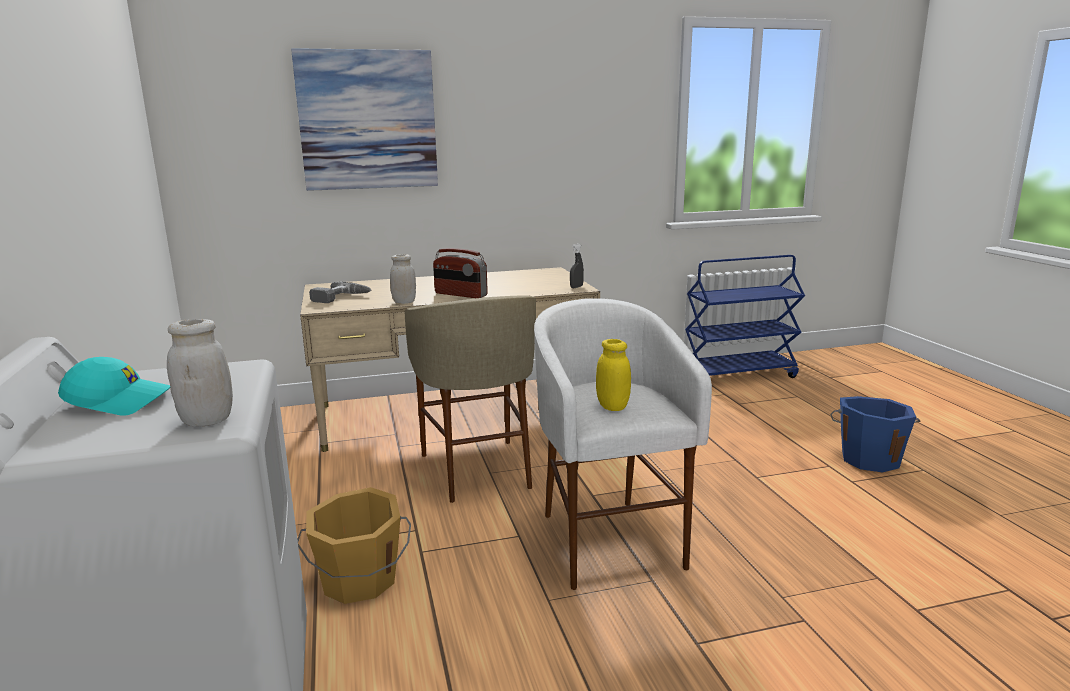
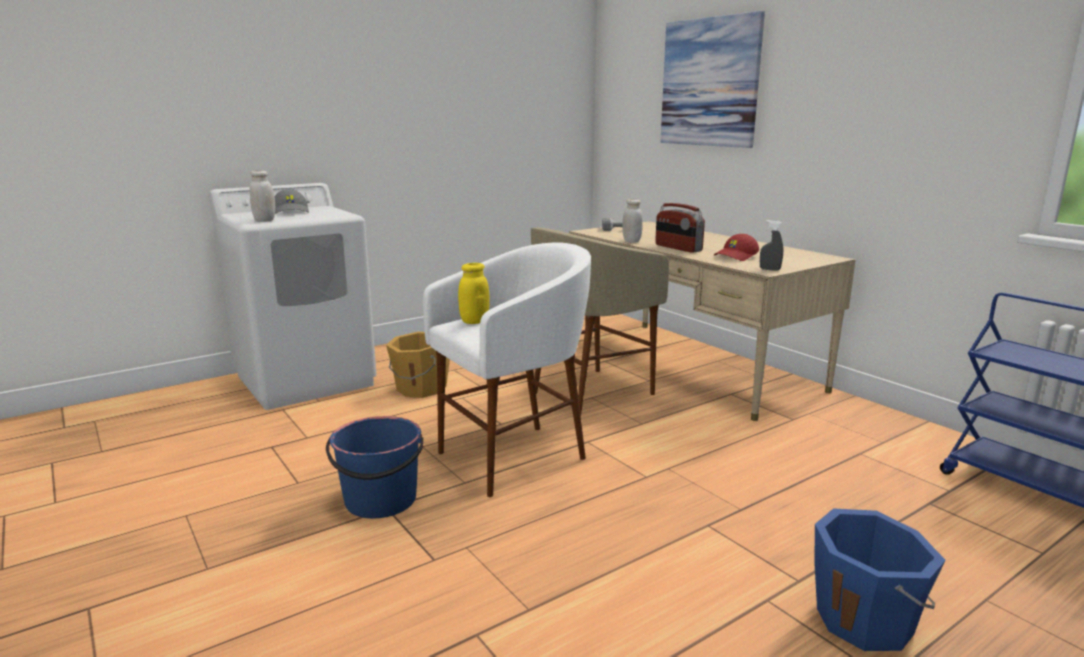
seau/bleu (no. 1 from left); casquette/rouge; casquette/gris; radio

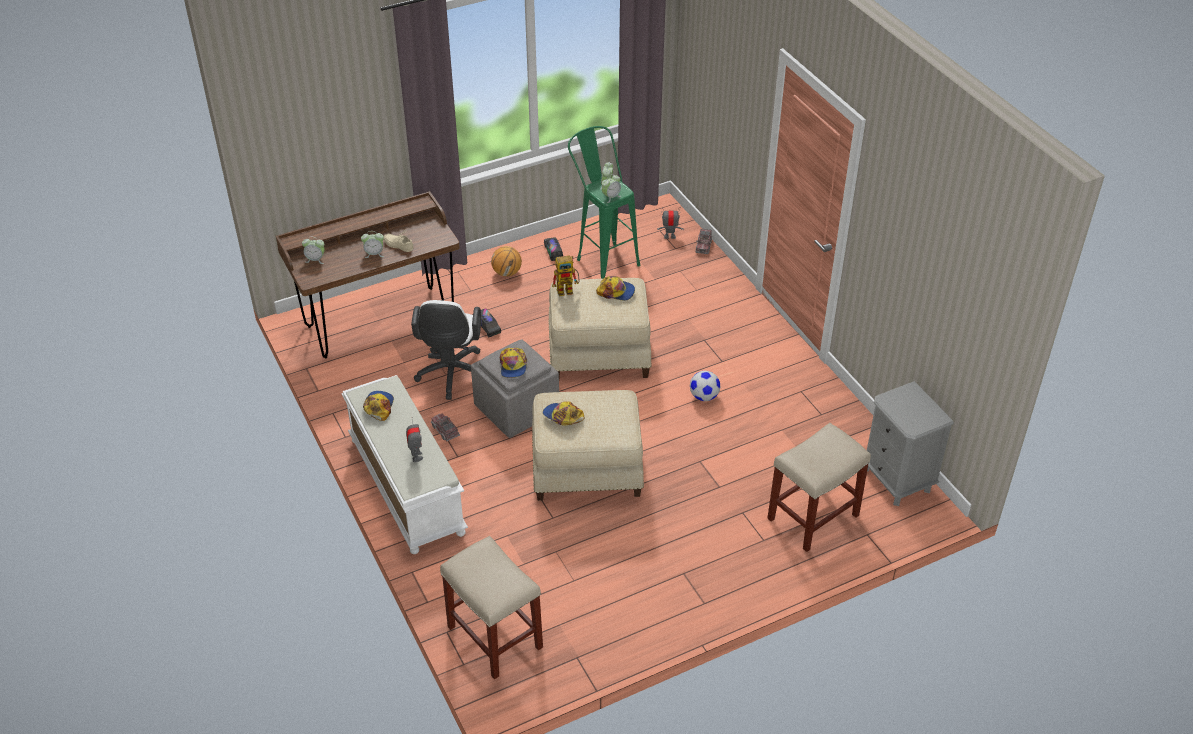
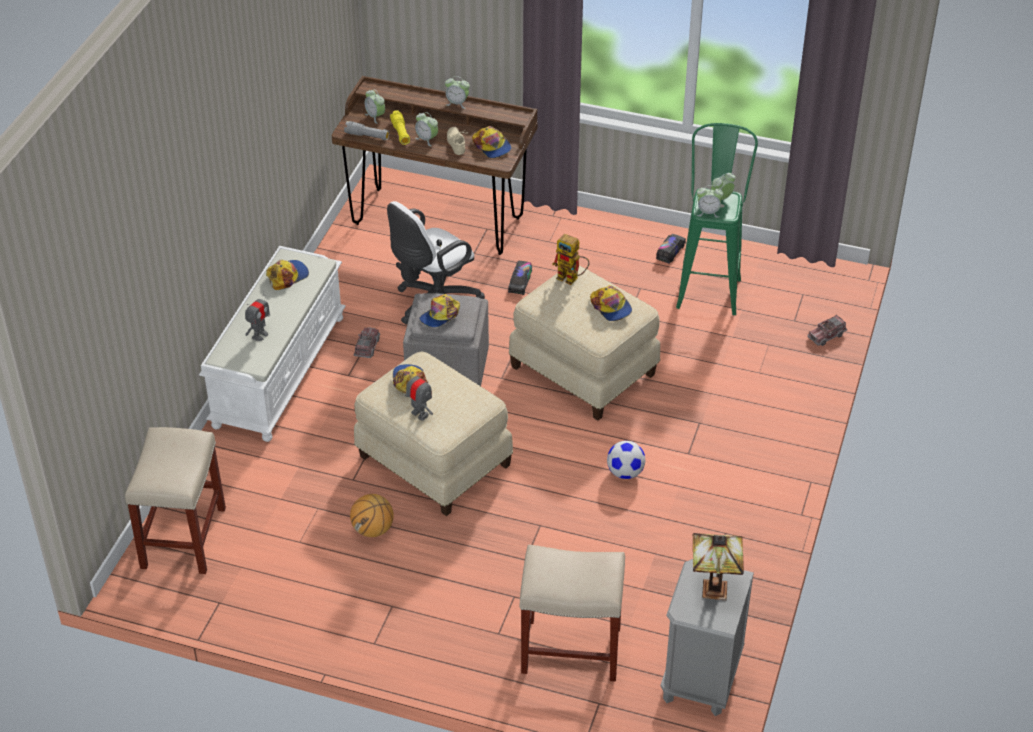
lampe de poche/gris; lampe de poche/jaune; réveil (no. 3 from left); casquette (no. 4 from left); lampe de table; ballon de basket; robot jouet (no. 2 from left)

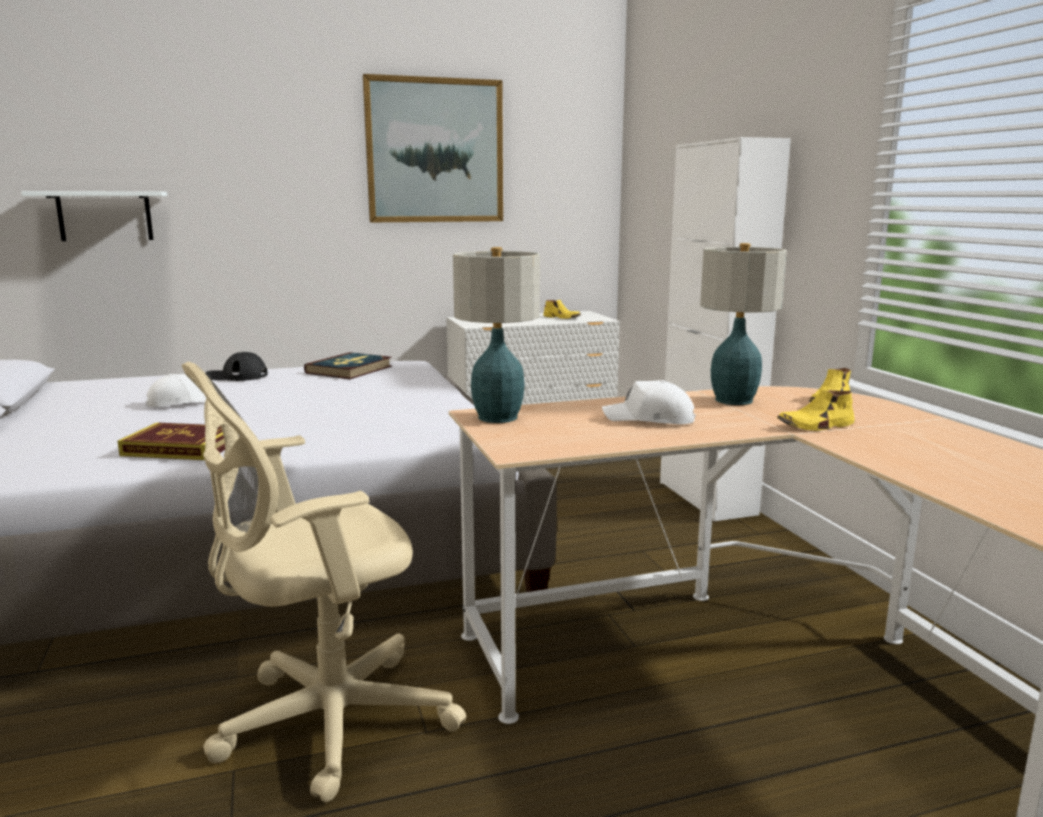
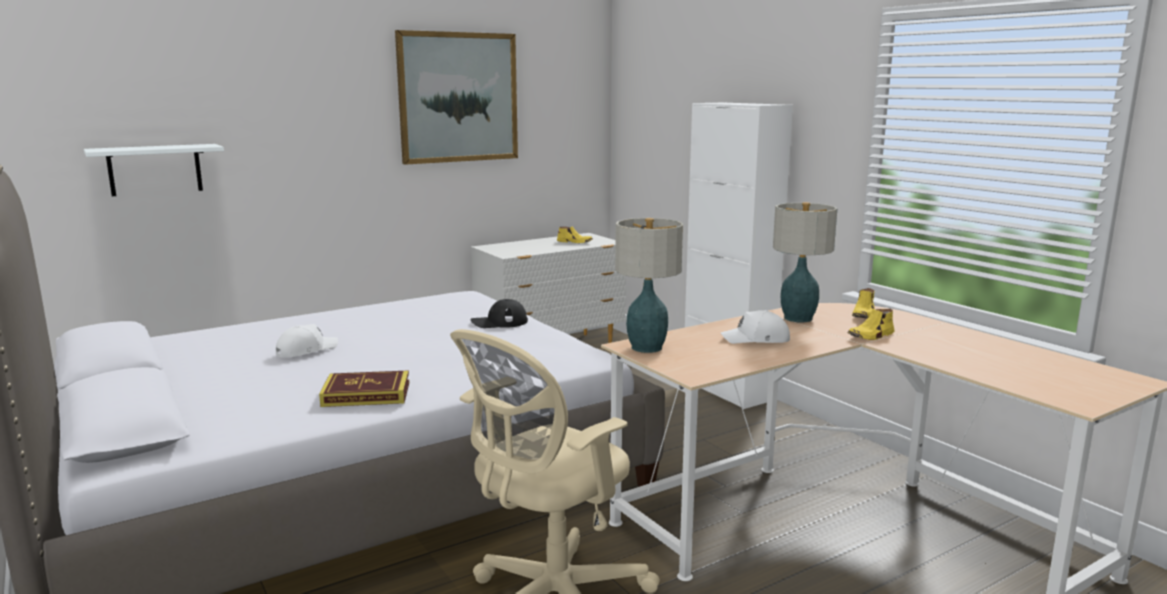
livre (no. 2 from left in the first image); casquette/noir

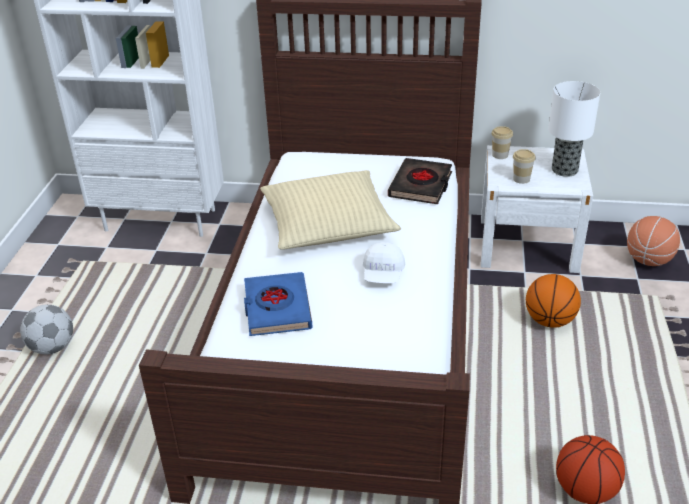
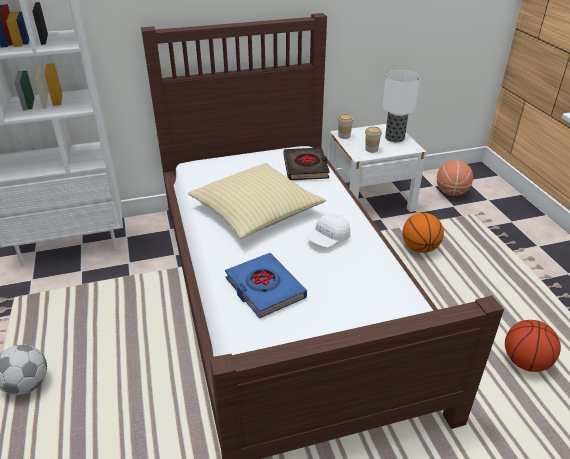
casquette/blanc

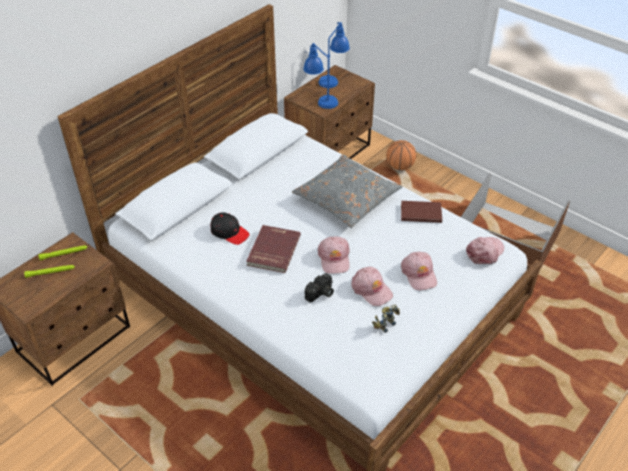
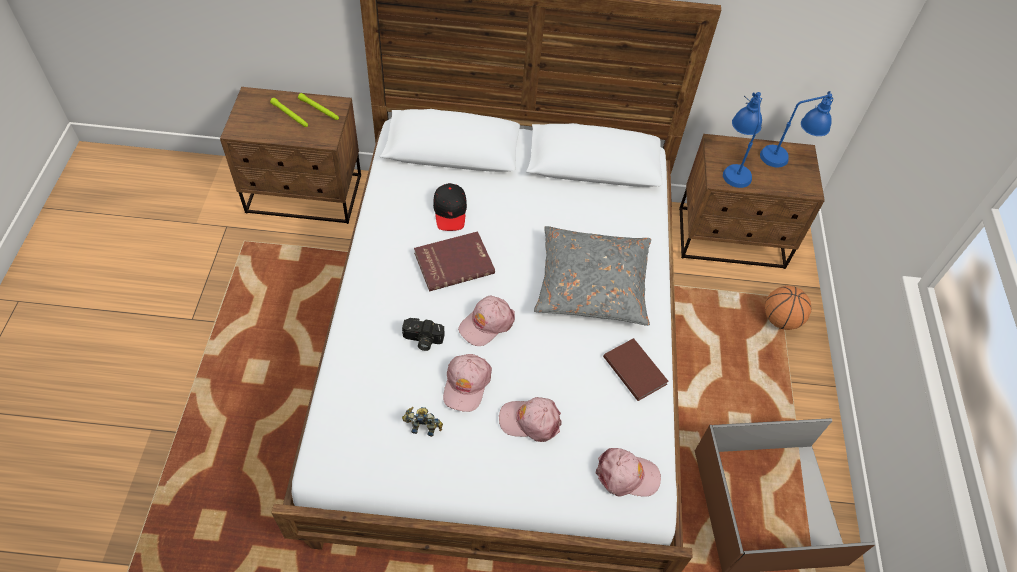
casquette/rose (no. 3 from left)

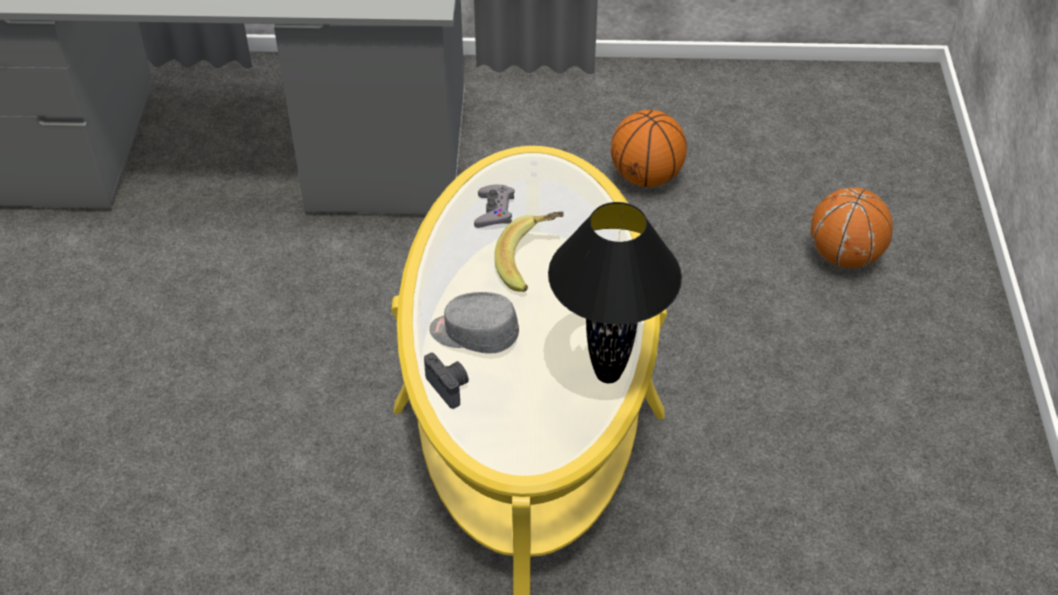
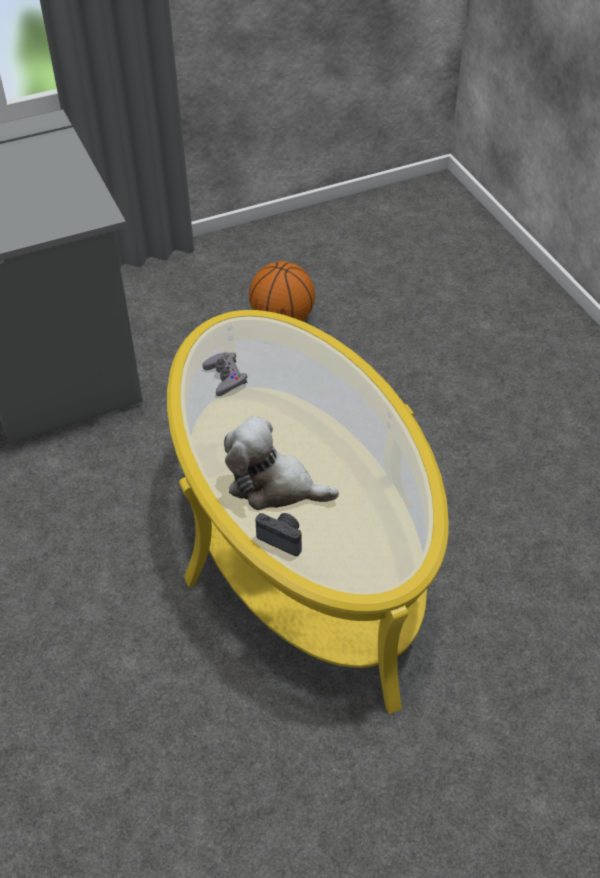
banane; lampe de table/noir; ballon de basket (no. 2 from left in the first image); peluche

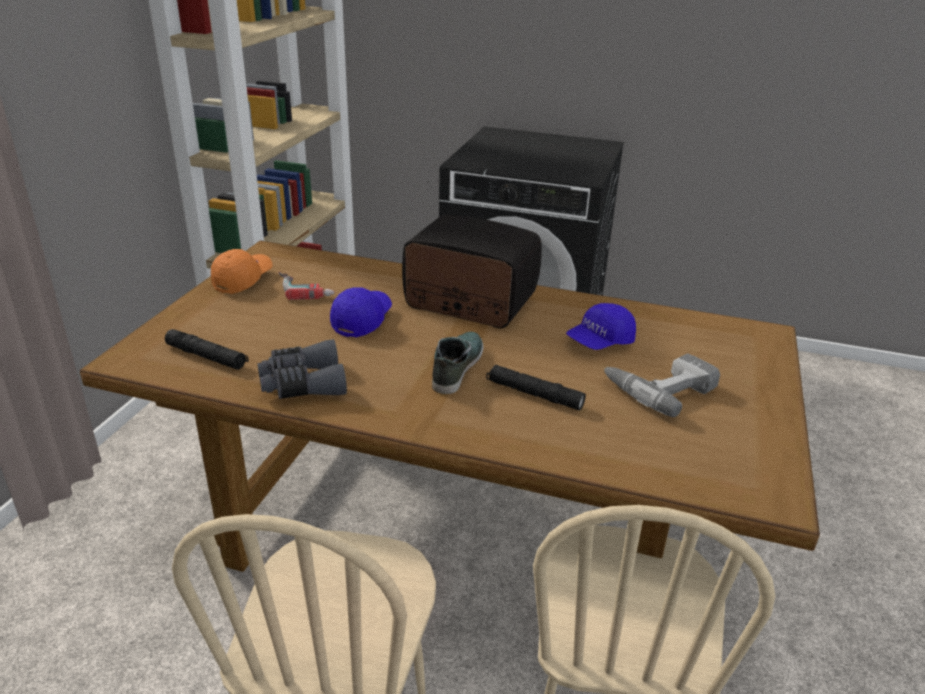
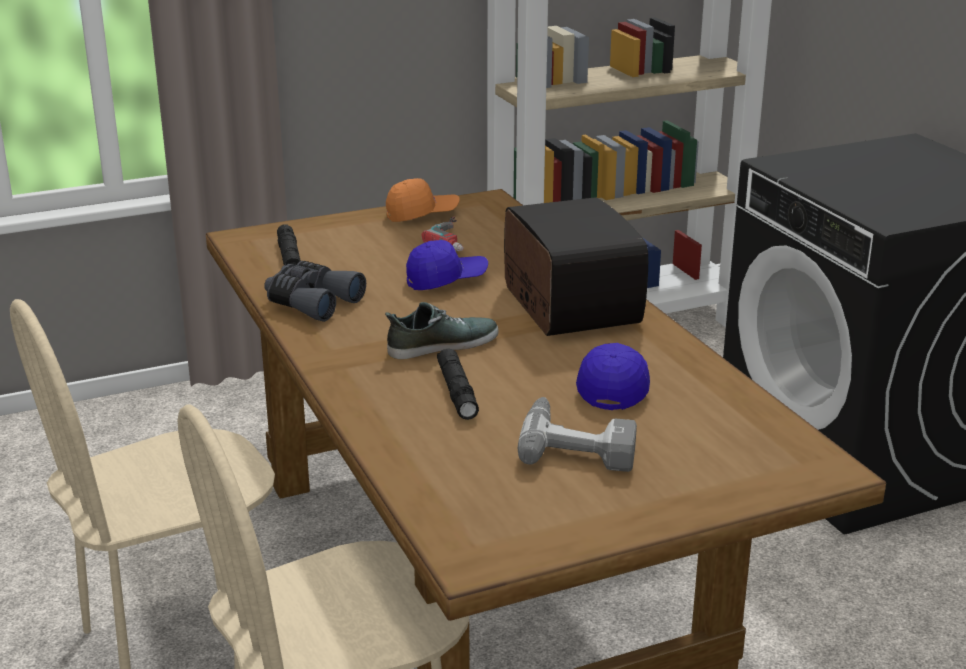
casquette/bleu (no. 2 from left)

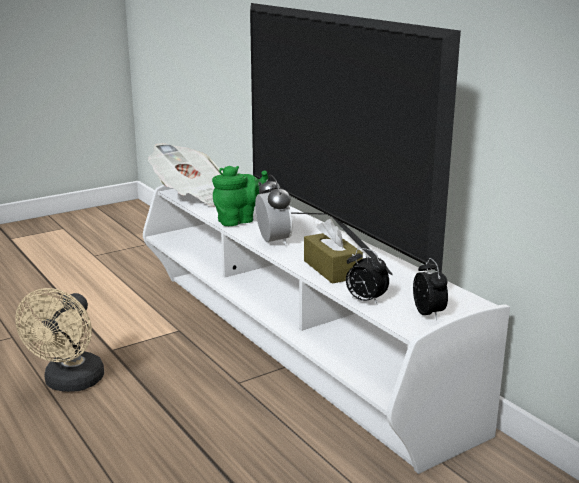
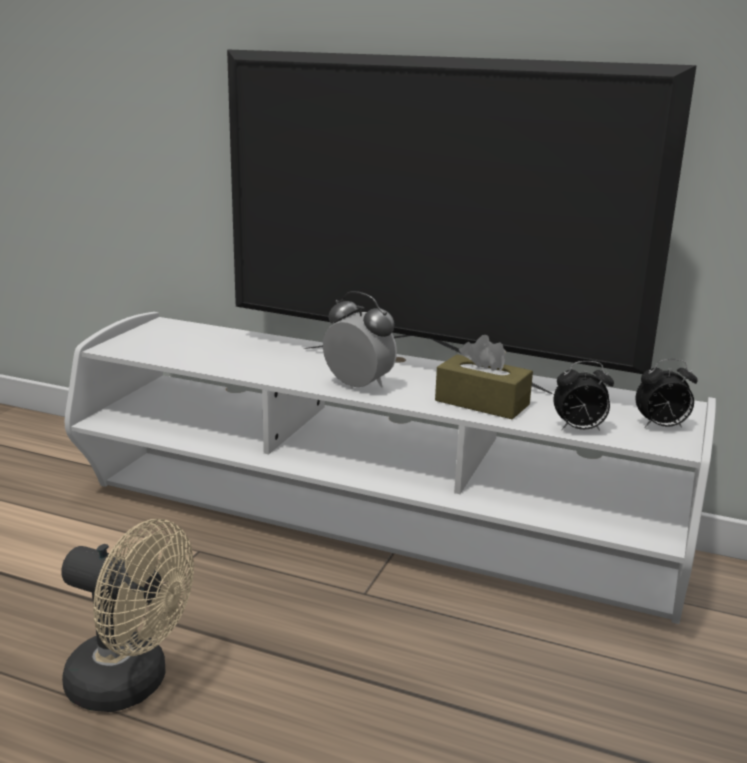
journal; théière/vert; ventilateur/beige; réveil (no. 3 from left)

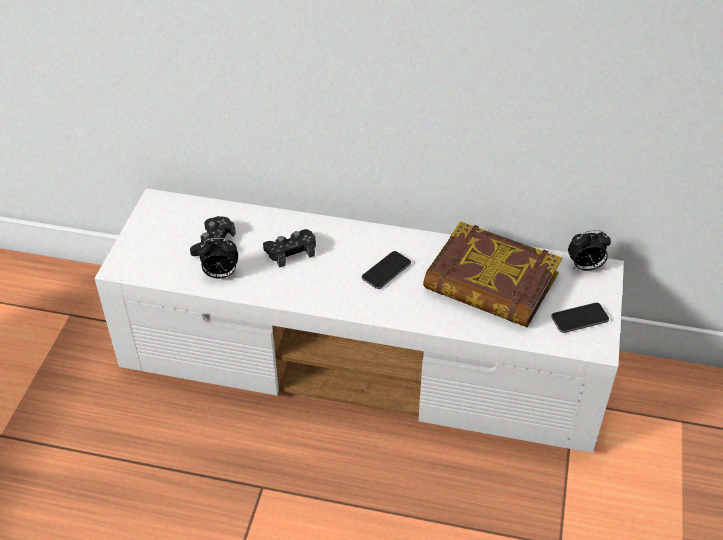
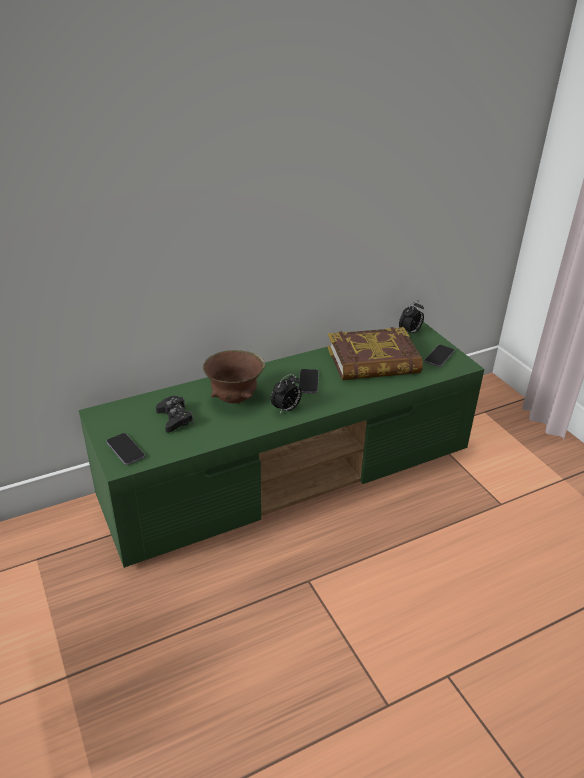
téléphone (no. 1 from left); réveil (no. 1 from left); bol/marron; meuble télé/vert

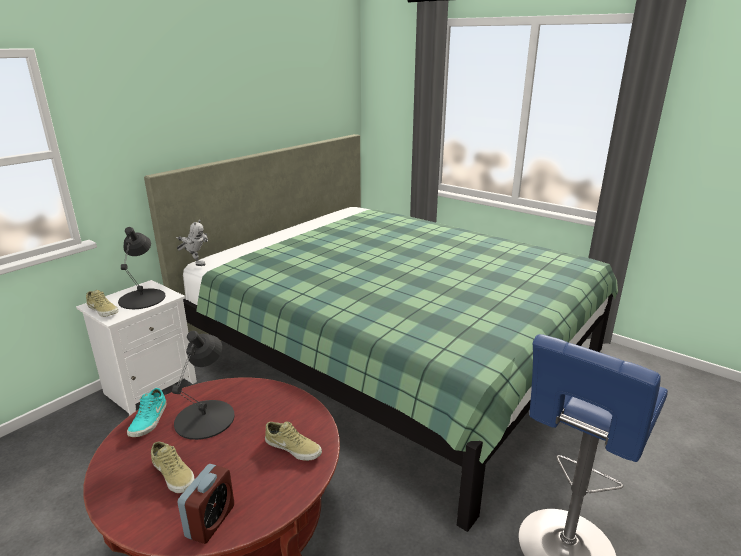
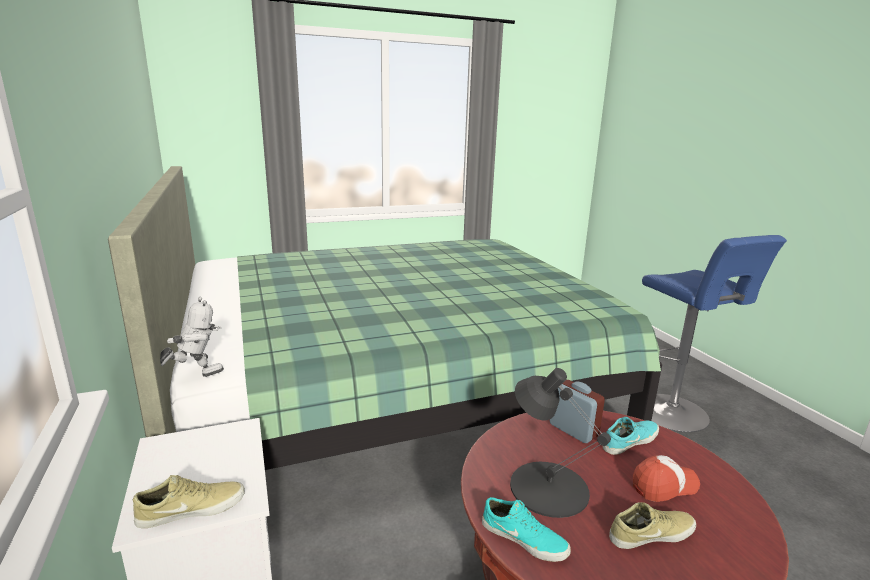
lampe de table/noir (no. 1 from left in the first image); casquette; réveil; chaussure/turquoise (no. 2 from left)

